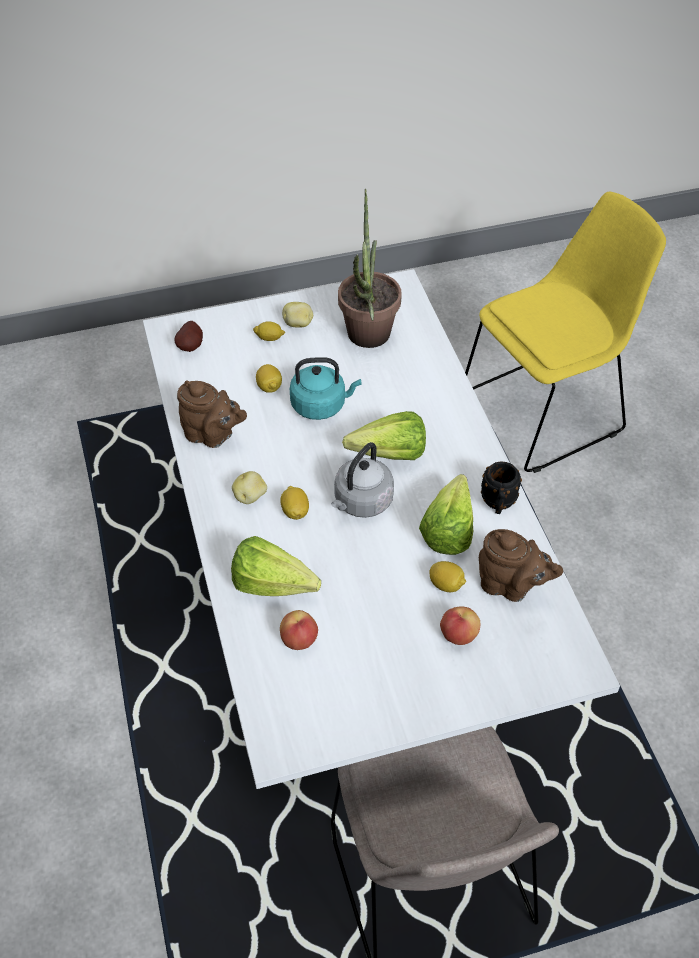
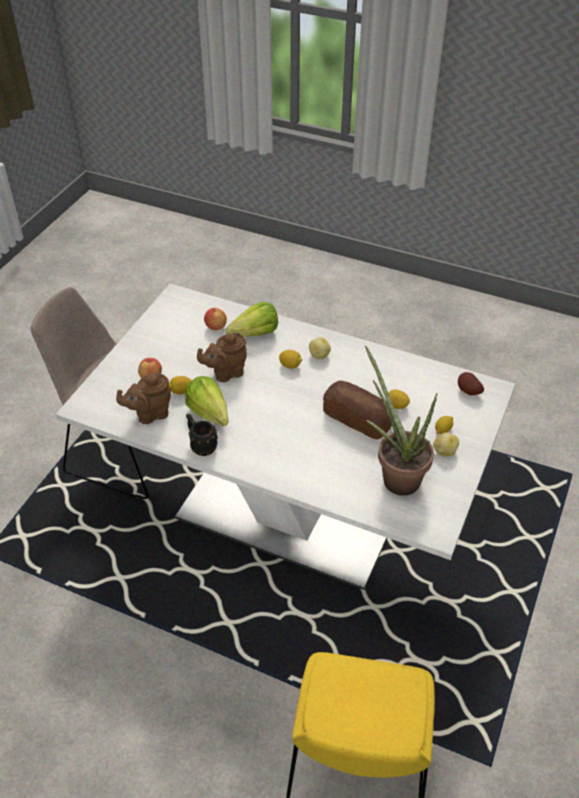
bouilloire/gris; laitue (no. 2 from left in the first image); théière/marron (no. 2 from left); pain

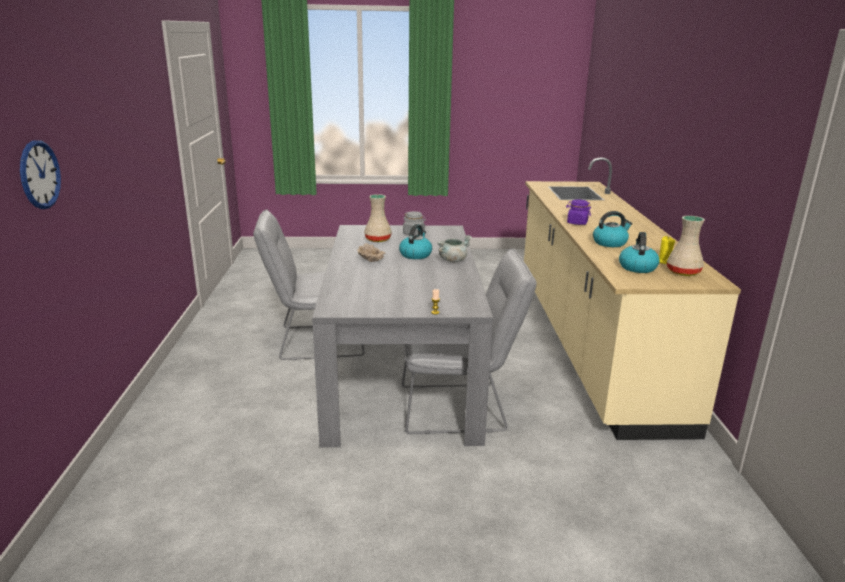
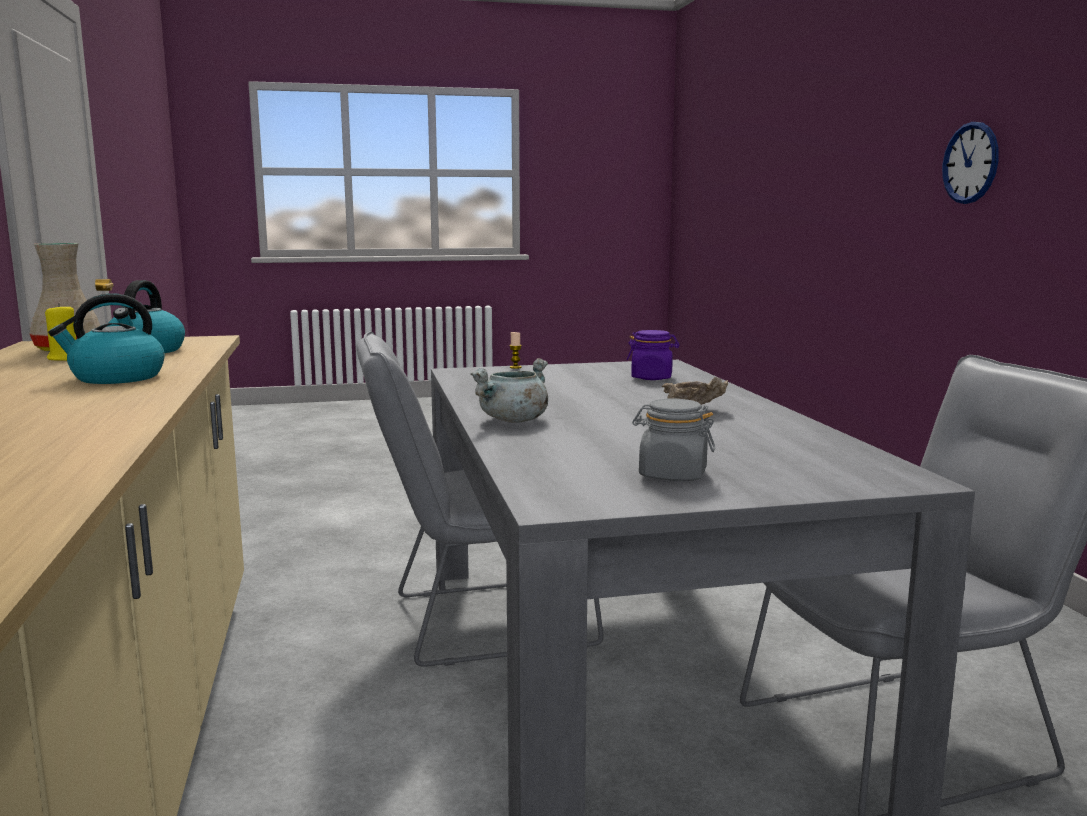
vase/beige (no. 1 from left in the first image); bouilloire (no. 1 from left in the first image); bocal/violet

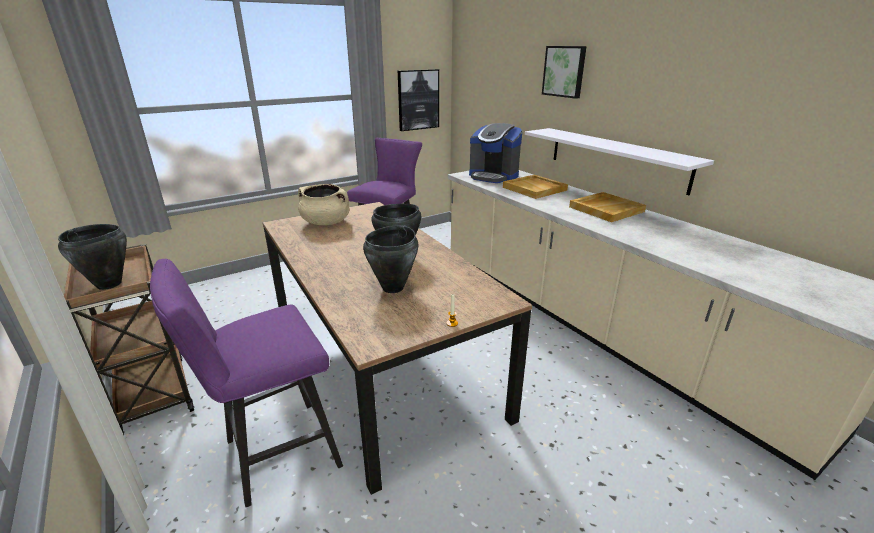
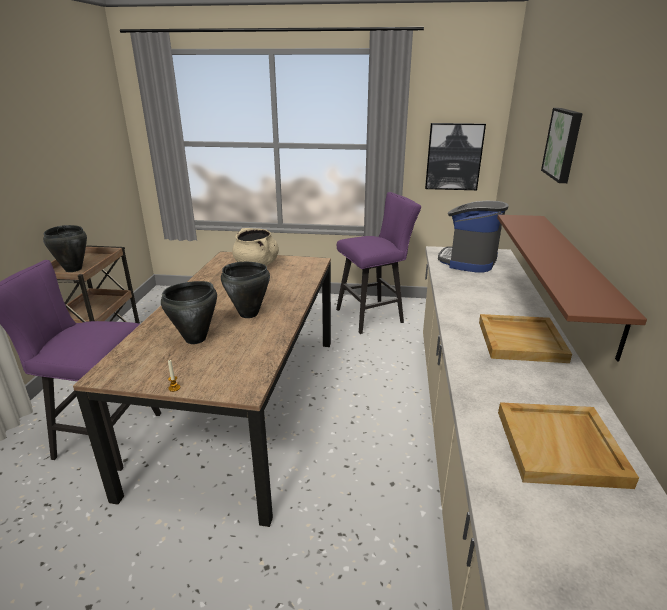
plateau/beige (no. 2 from left); étagère/marron; machine à café

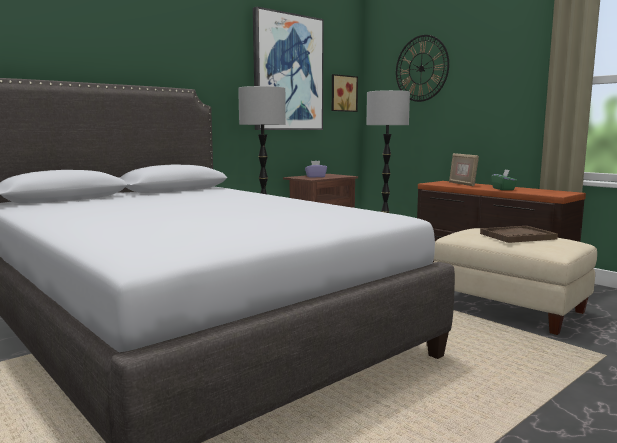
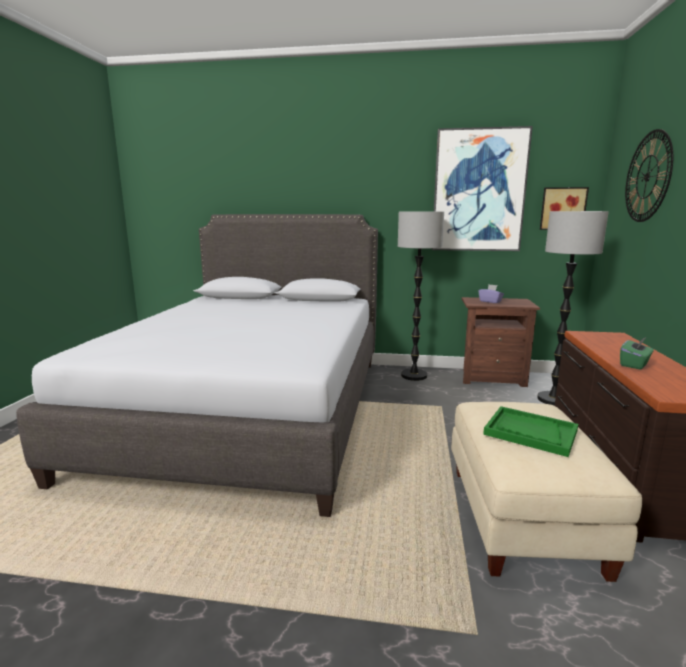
cadre photo; plateau/vert

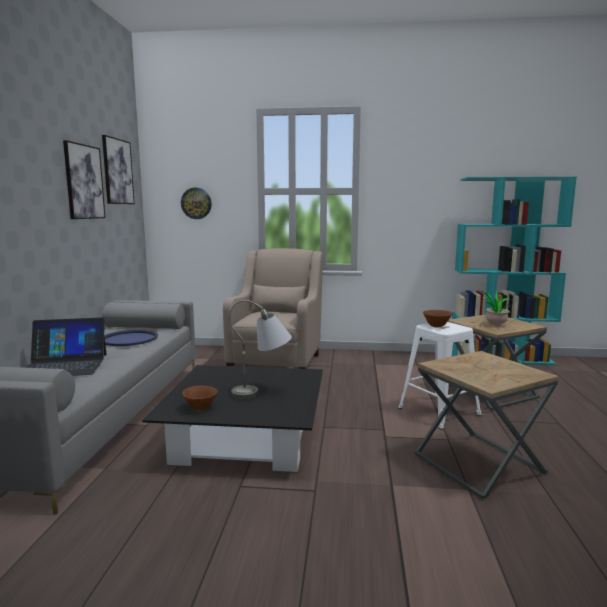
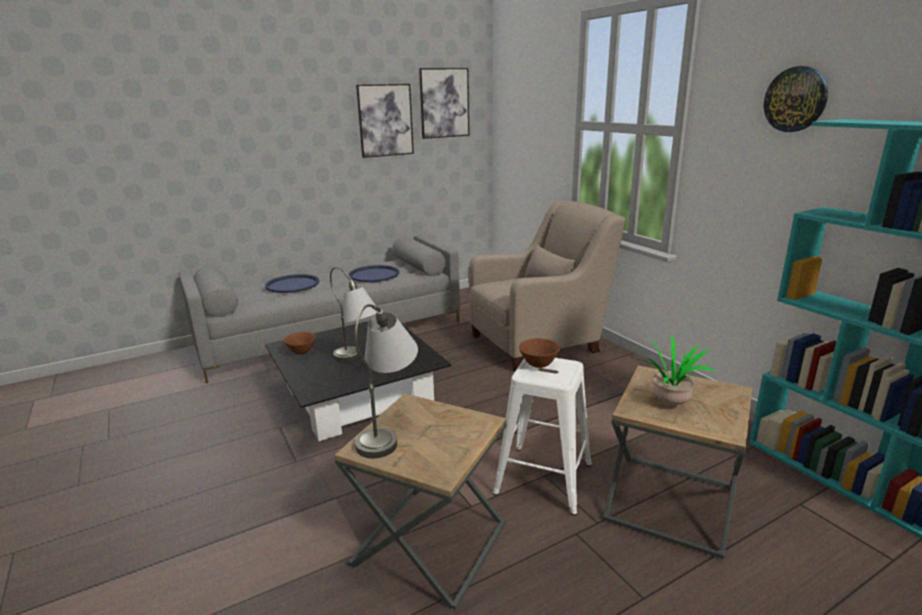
lampe de table/gris (no. 2 from left); horloge murale; plateau/bleu (no. 1 from left)

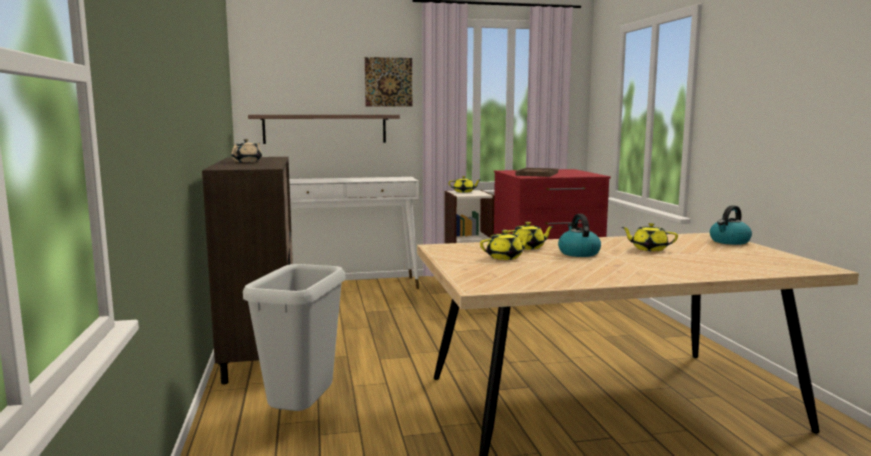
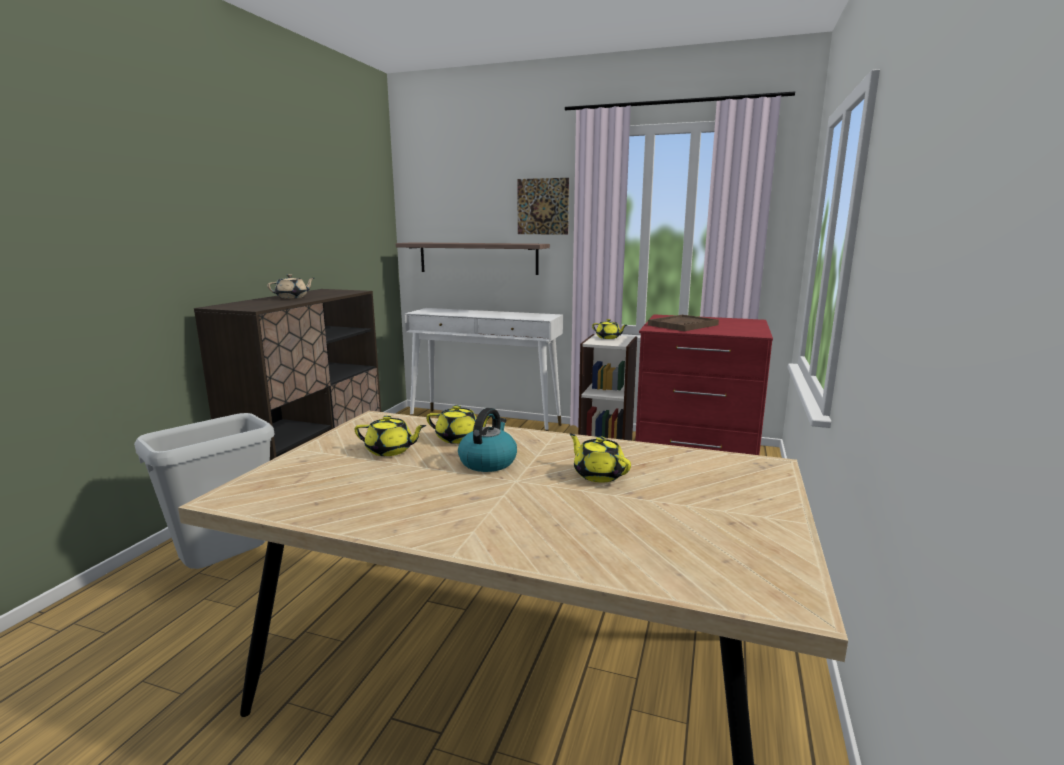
bouilloire (no. 2 from left in the first image)

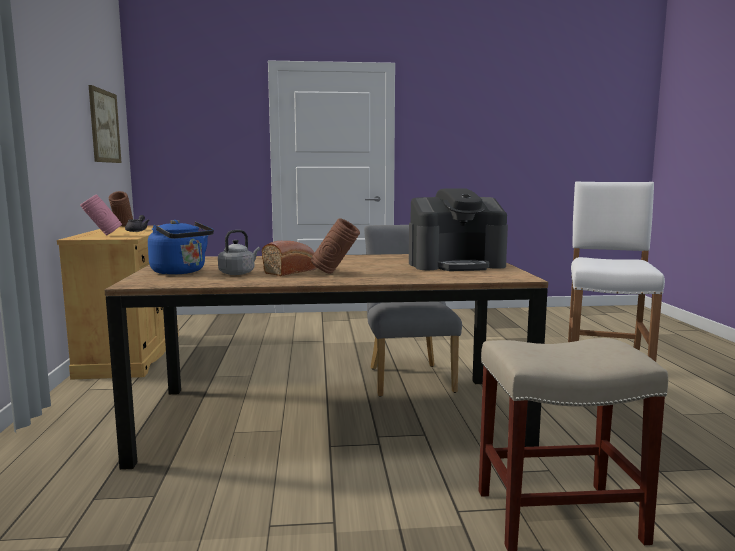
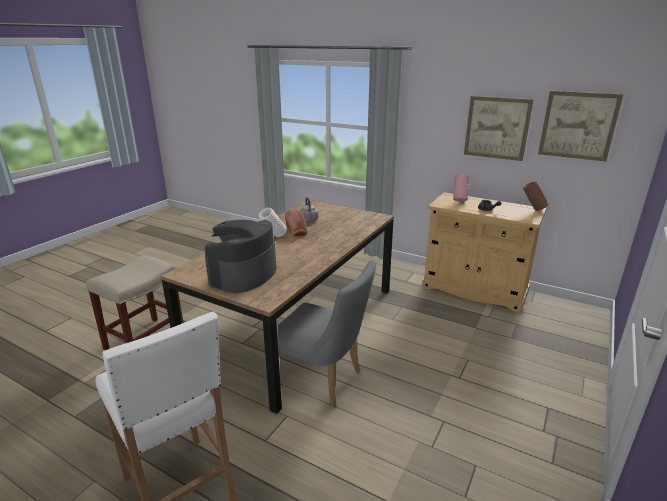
bouilloire/bleu; tableau (no. 1 from left); vase/blanc

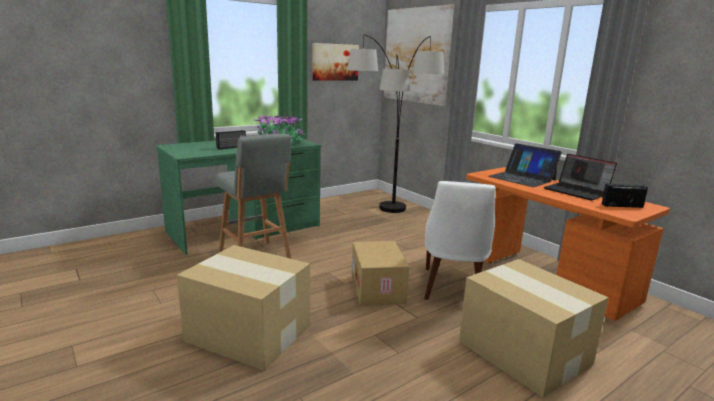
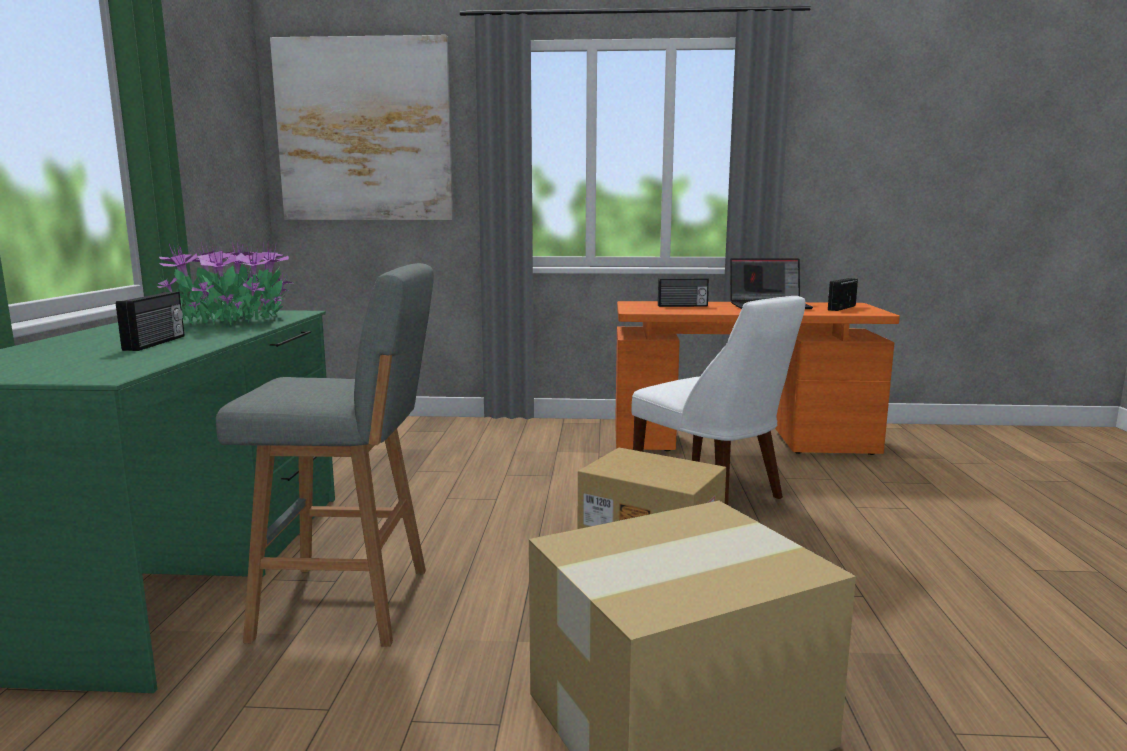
tableau (no. 1 from left in the first image); lampadaire; carton (no. 3 from left in the first image); radio (no. 2 from left)

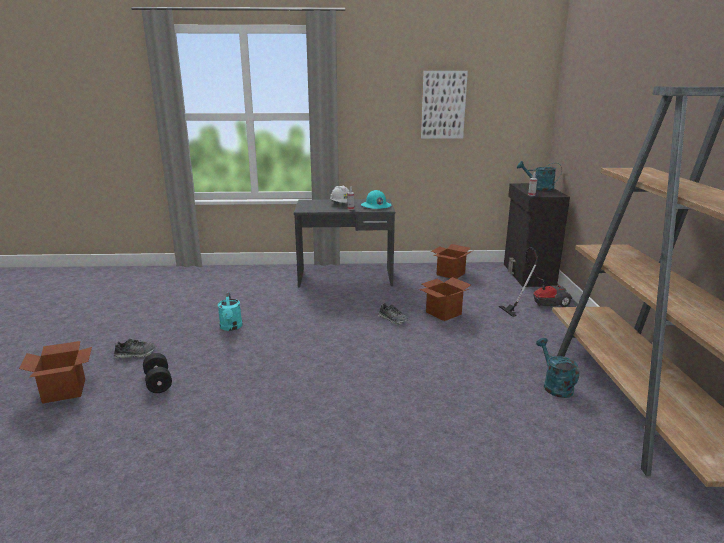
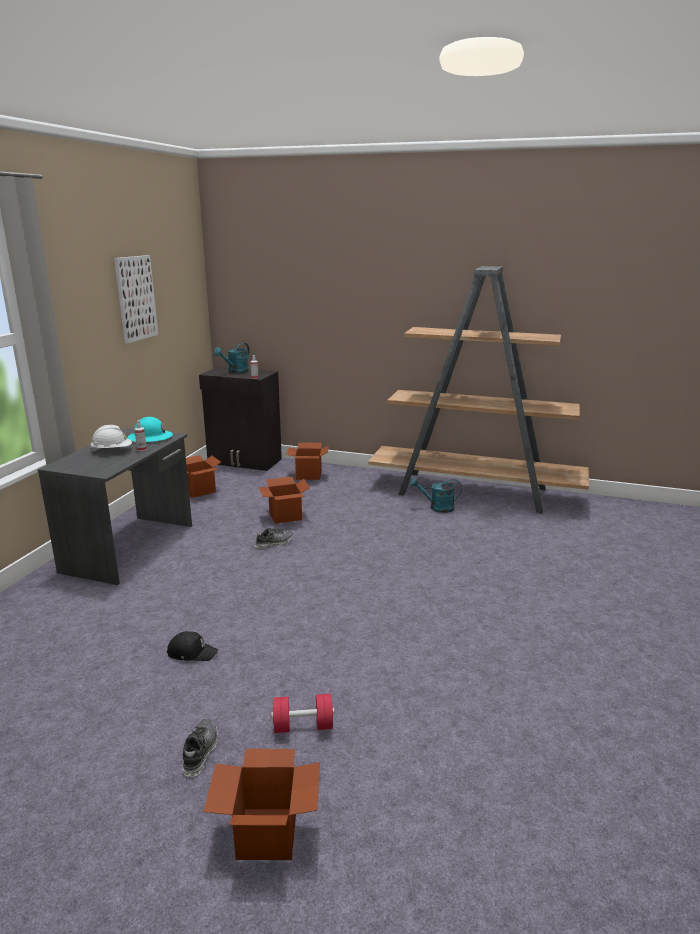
casquette/noir; carton (no. 4 from left); haltère/rouge

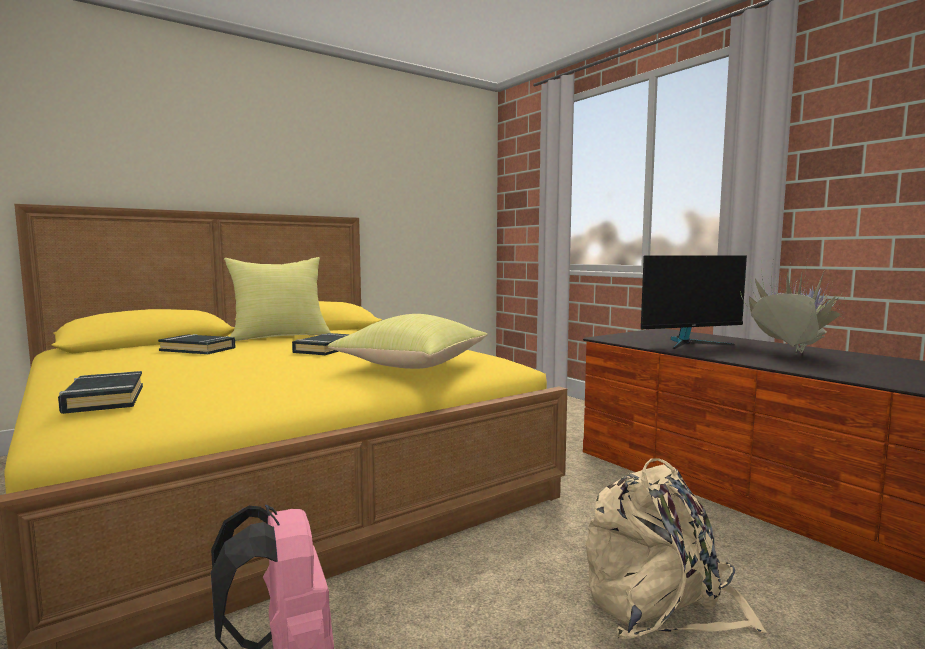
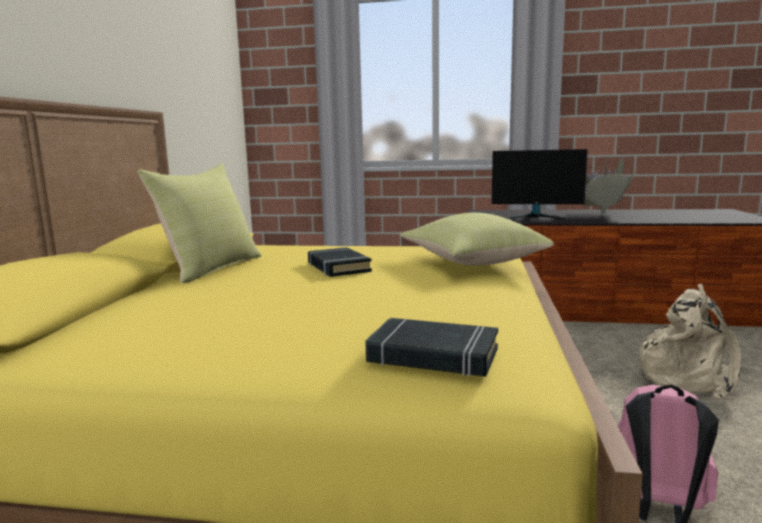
livre/noir (no. 2 from left in the first image); écran d'ordinateur

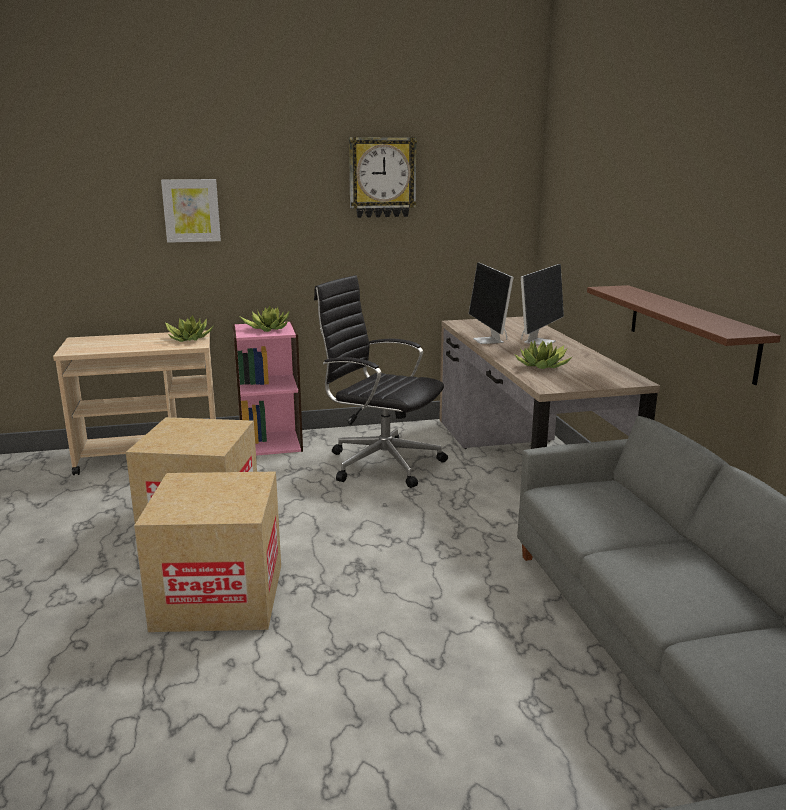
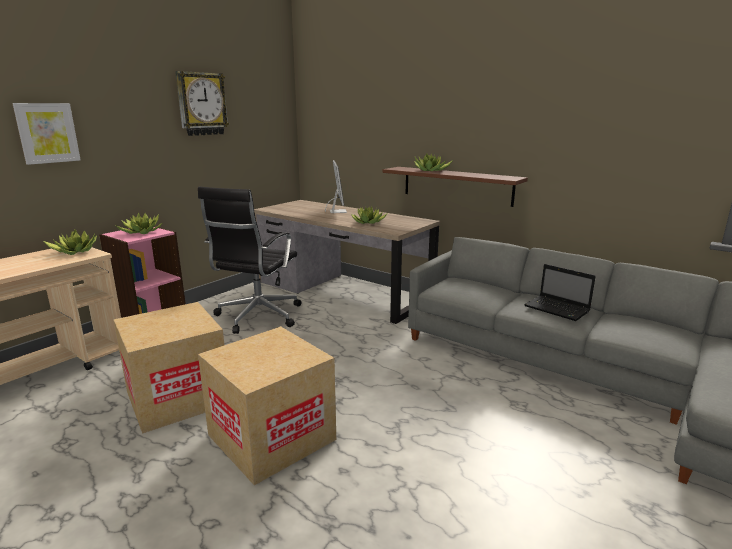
écran d'ordinateur (no. 1 from left in the first image); plante en pot (no. 4 from left); ordinateur portable; chaise de bureau/noir

